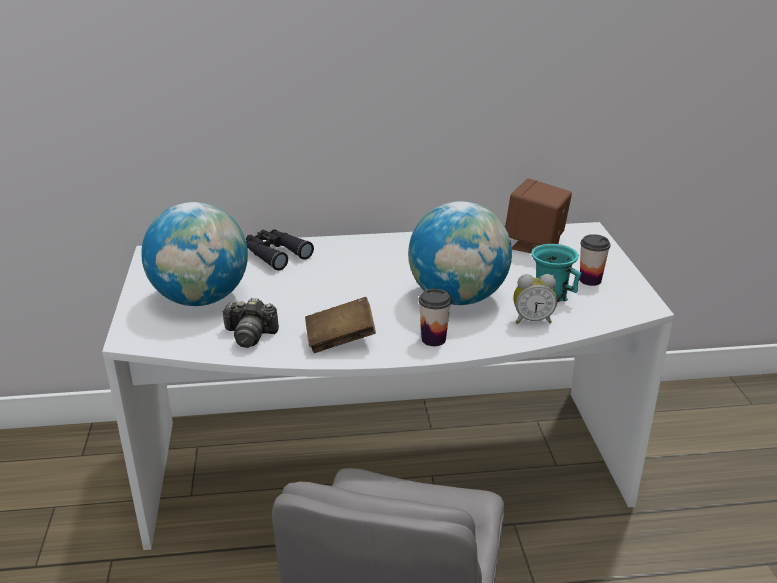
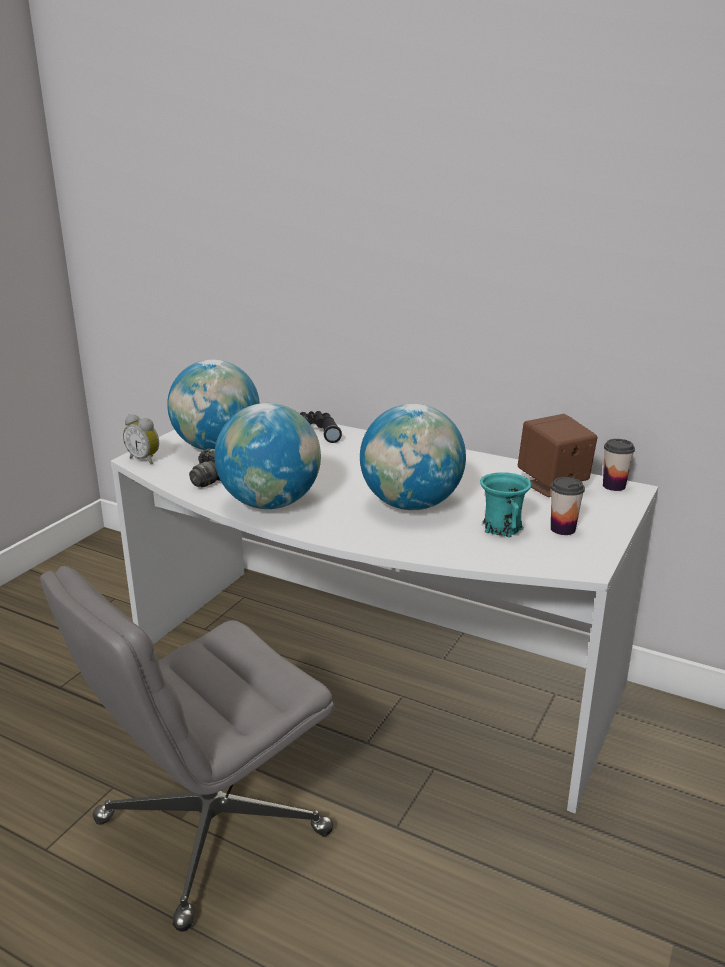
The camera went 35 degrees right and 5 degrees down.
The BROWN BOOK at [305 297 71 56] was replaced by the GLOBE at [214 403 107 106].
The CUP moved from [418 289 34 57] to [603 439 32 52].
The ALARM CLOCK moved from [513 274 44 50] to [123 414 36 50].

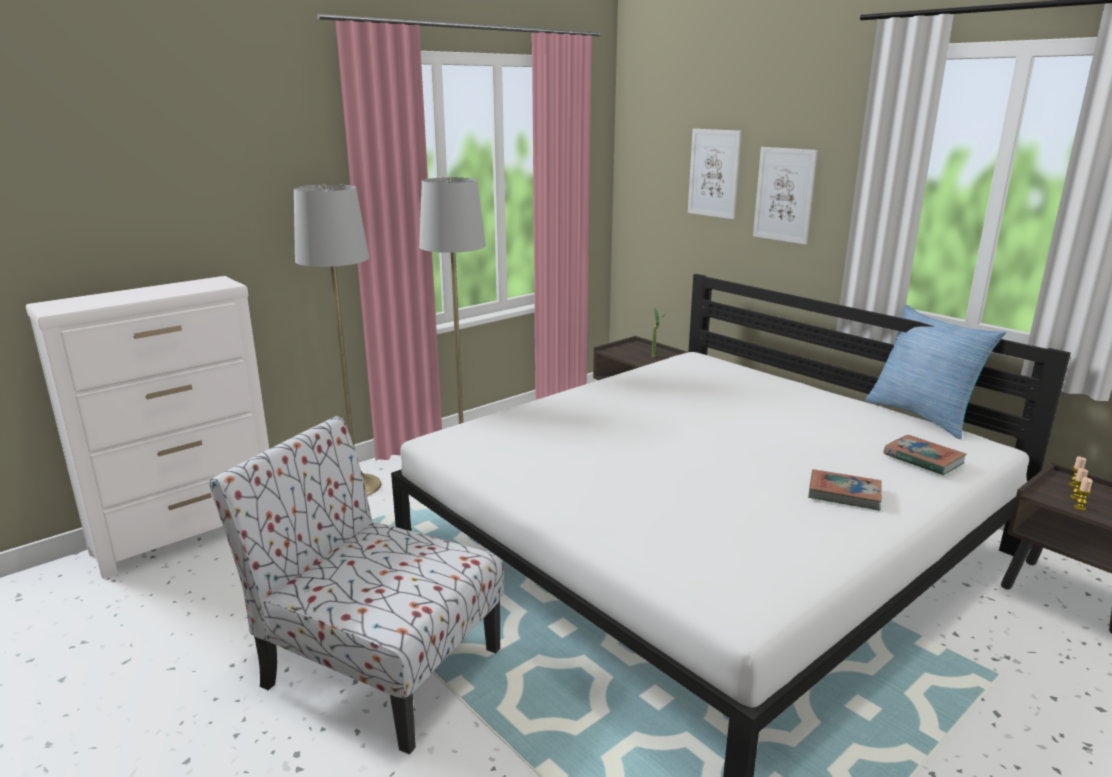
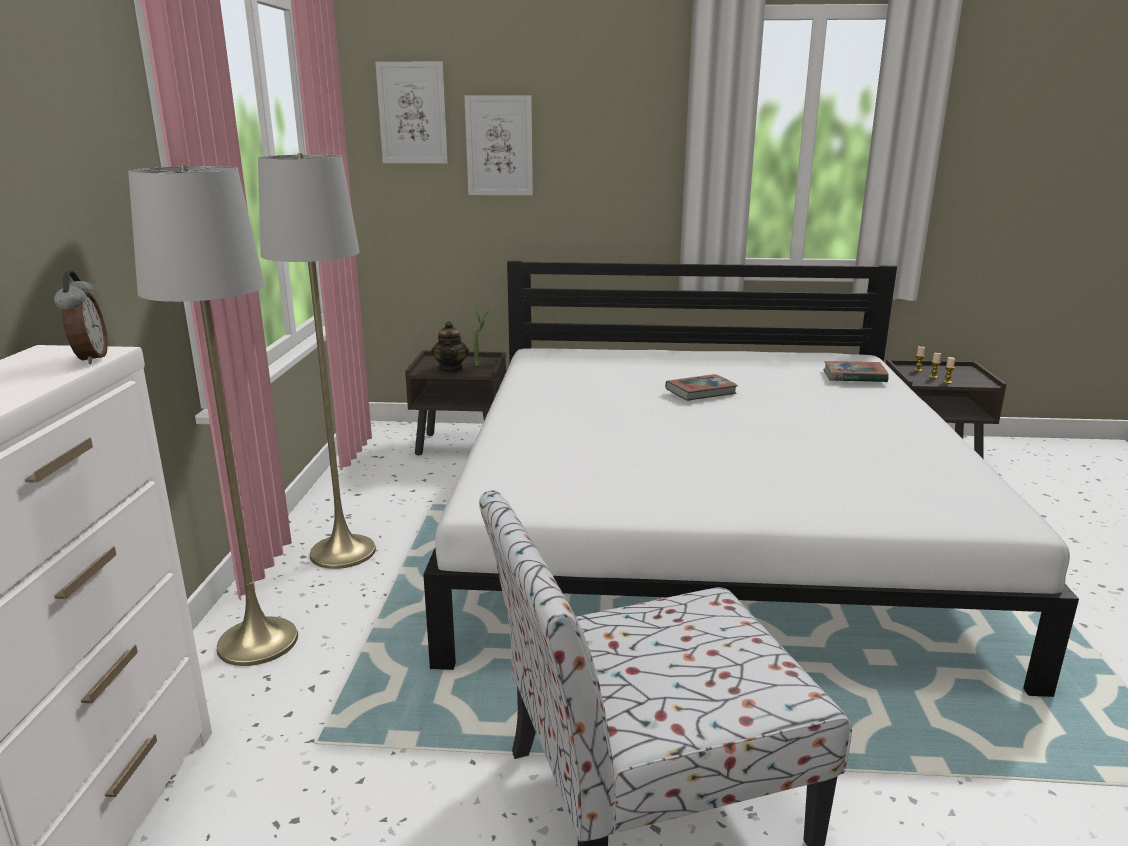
The camera went 45 degrees left and 0 degrees up.
The PICTURE moved from [753 147 65 98] to [375 62 72 102].
The BOOK moved from [808 469 74 41] to [665 374 73 27].
The PILLOW at [865 304 141 135] disappeared.
The ALARM CLOCK at [54 271 54 93] appeared.
The TEAPOT at [431 321 38 51] appeared.

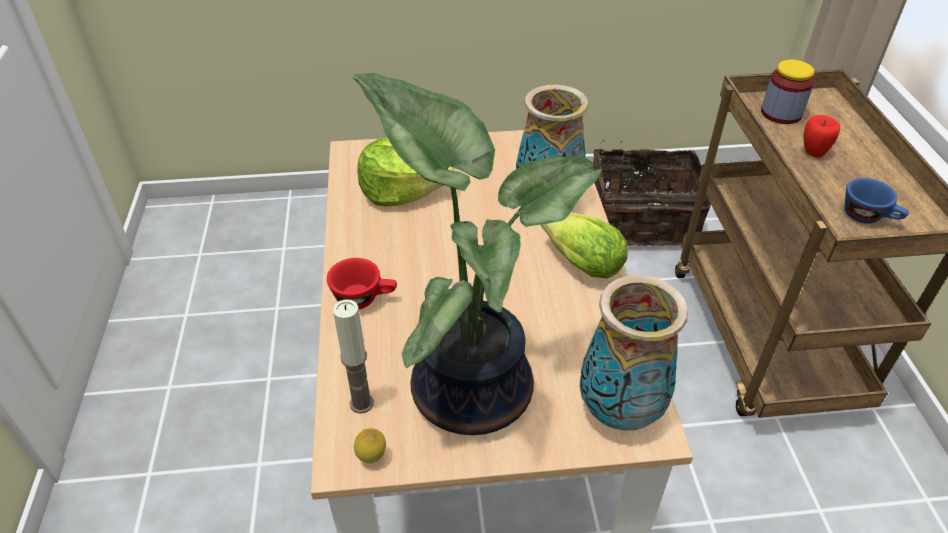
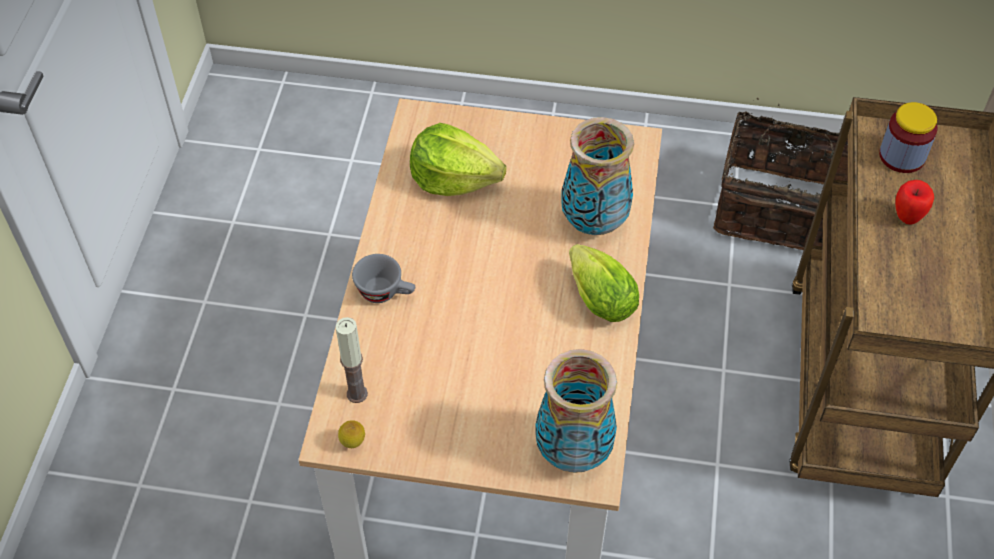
The camera went 15 degrees right and 10 degrees up.
The RED CUP at [327 258 70 51] became the GREY CUP at [352 254 63 49].
The POTTED PLANT at [352 73 251 362] disappeared.
The BLUE CUP at [845 178 64 46] disappeared.

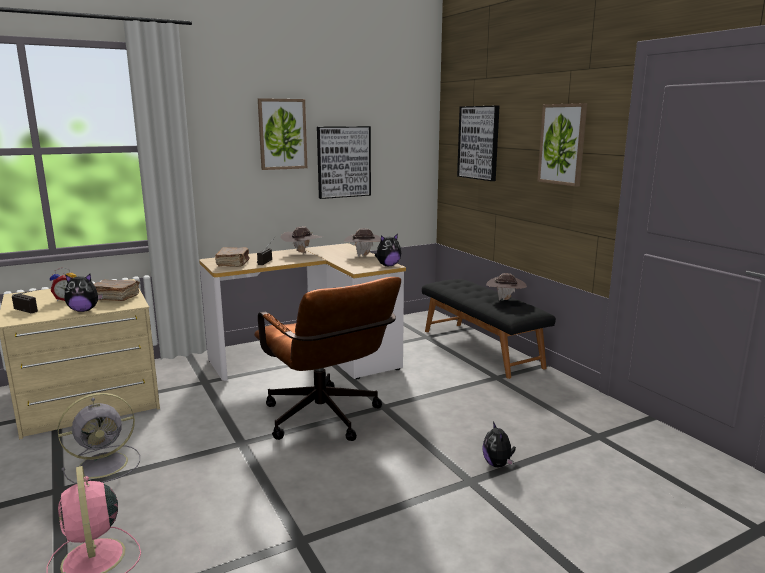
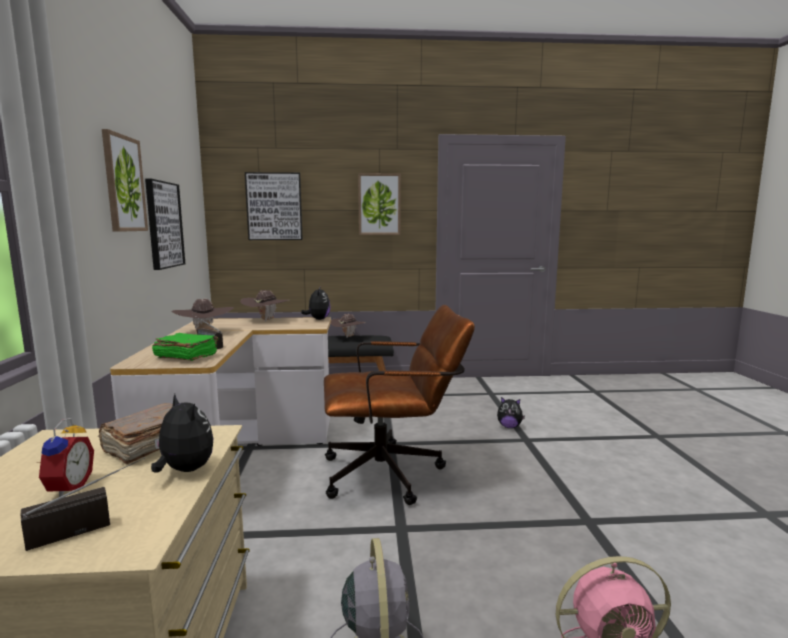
The camera went 65 degrees left and 5 degrees down.
The PLUSH TOY at [65 274 38 38] turned 60 degrees counterclockwise.
The BROWN BOOK at [215 247 35 20] became the GREEN BOOK at [152 333 66 28].

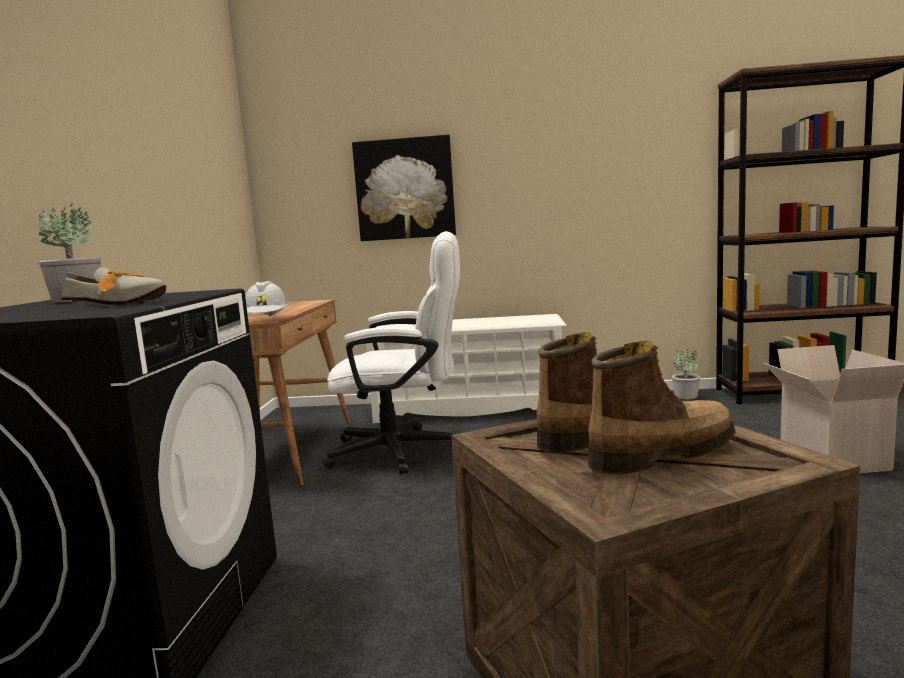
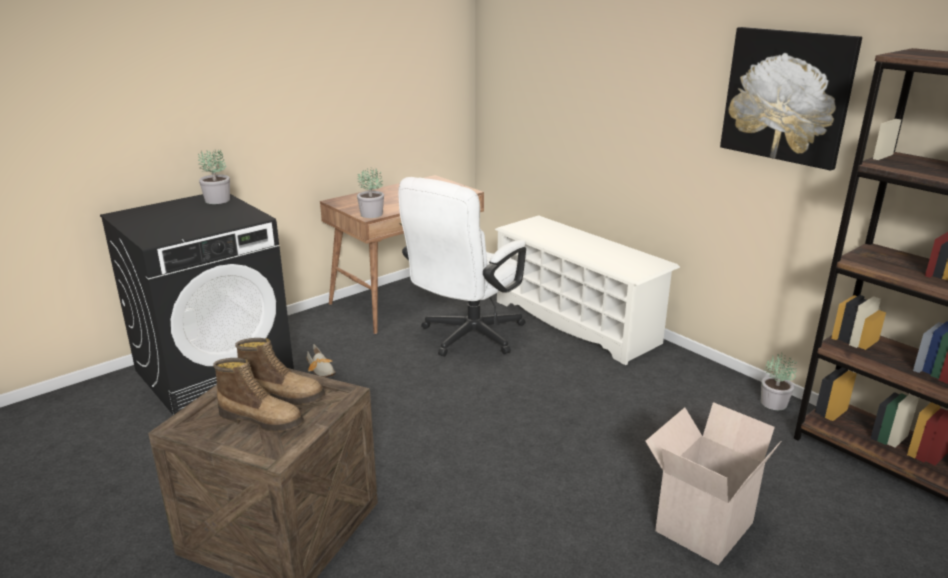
The camera went 45 degrees right and 15 degrees up.
The SHOE moved from [61 267 105 38] to [307 344 29 34].
The WHITE HARD HAT at [245 281 44 36] was replaced by the POTTED PLANT at [357 167 27 51].
The WHITE OFFICE CHAIR at [323 231 137 243] turned 75 degrees clockwise.
The PICTURE moved from [352 135 104 106] to [720 27 142 143].

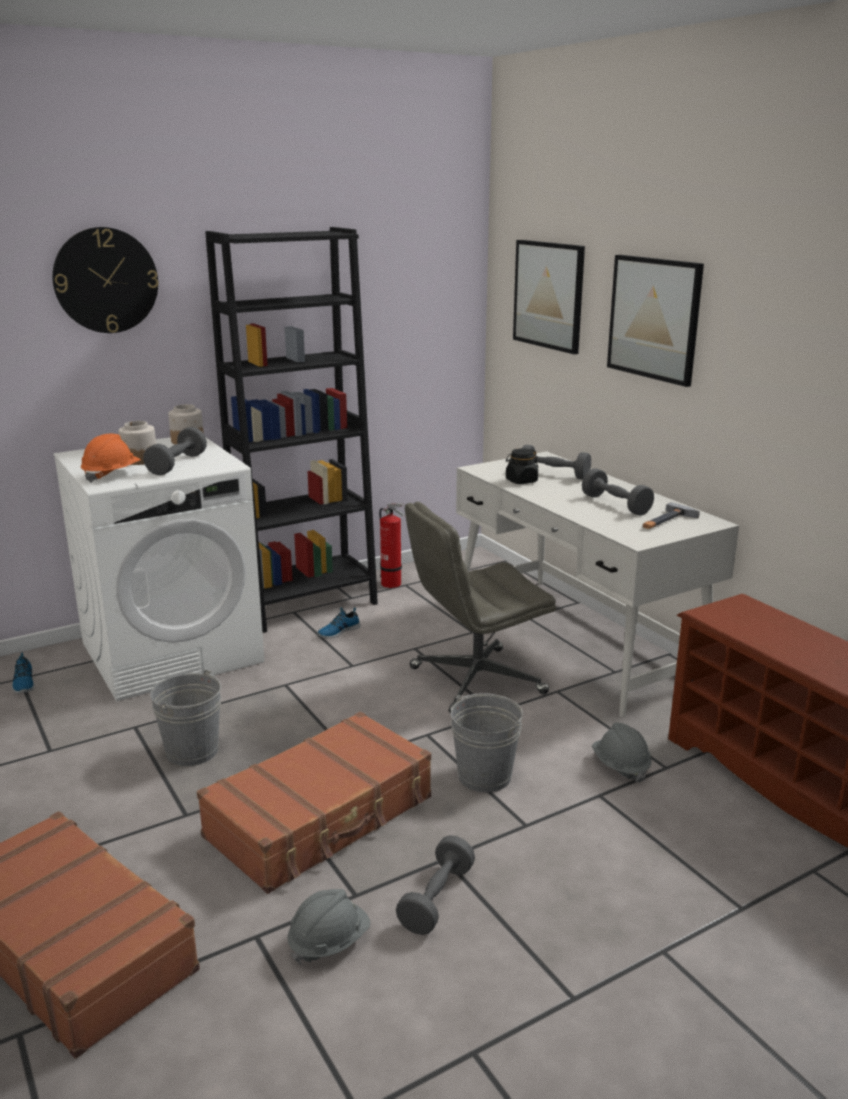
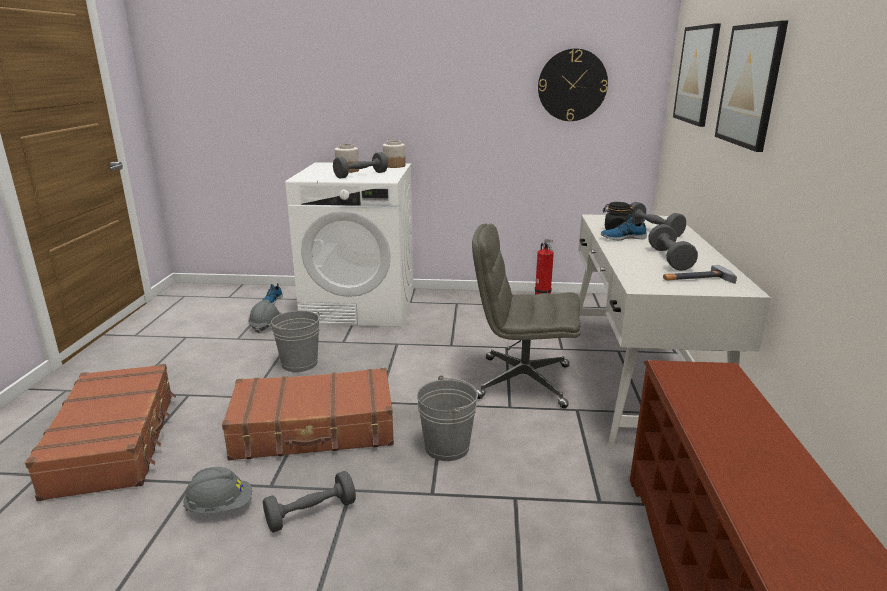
The camera went 35 degrees right and 0 degrees up.
The WALL CLOCK moved from [52 227 106 106] to [538 49 70 72].
The ORANGE HARD HAT at [81 434 60 49] disappeared.
The BLACK BOOKCASE at [205 227 173 406] disappeared.
The SHOE moved from [317 607 43 31] to [601 214 46 26].
The GREY HARD HAT moved from [592 723 60 60] to [248 300 34 33].

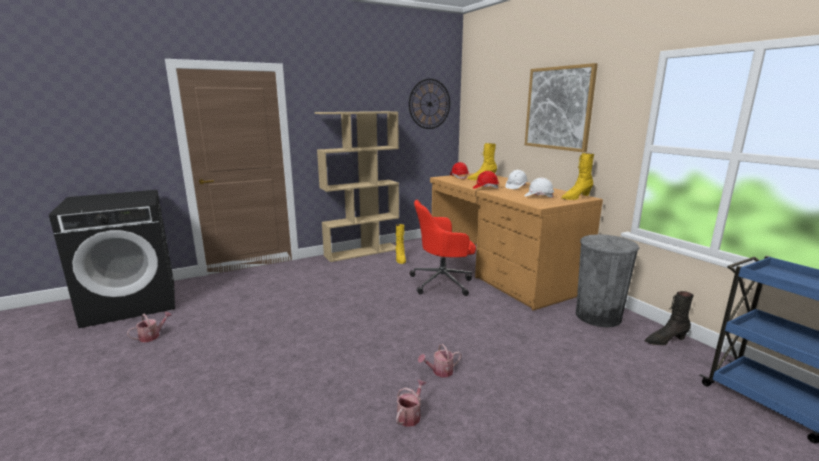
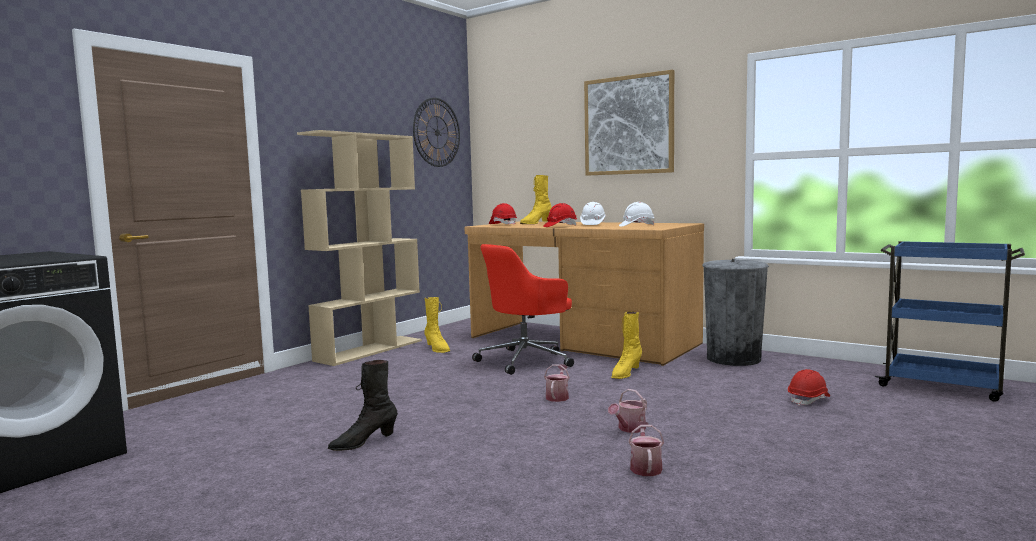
The camera went 25 degrees left and 10 degrees down.
The WATERING CAN moved from [127 312 45 30] to [544 364 26 38].
The YELLOW BOOT moved from [561 153 33 47] to [611 312 31 67].
The BLACK BOOT moved from [645 291 49 54] to [328 360 70 91].
The RED HARD HAT at [788 369 42 37] appeared.

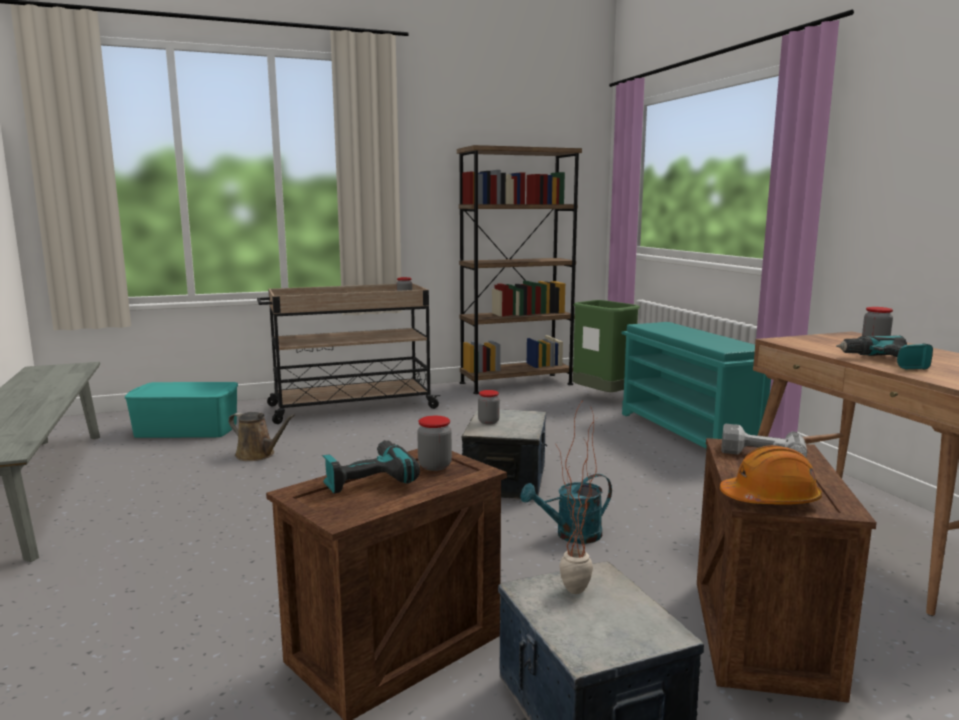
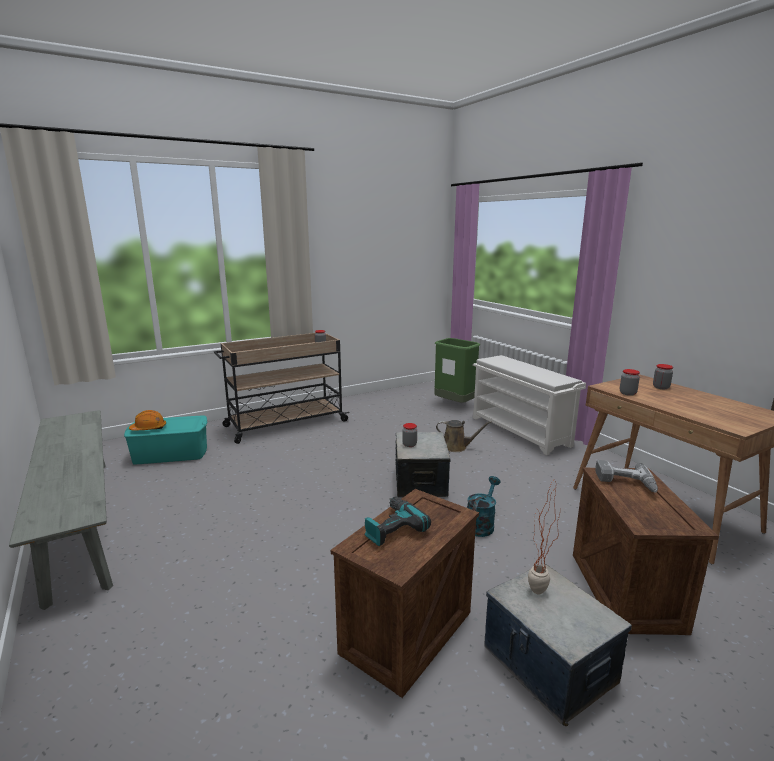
The camera went 10 degrees left and 5 degrees up.
The BROWN WATERING CAN moved from [229 412 66 49] to [436 420 56 32].
The JAR moved from [417 416 35 55] to [620 369 20 27].
The BROWN BOOKCASE at [457 145 125 249] disappeared.
The TURQUOISE WATERING CAN at [520 474 92 70] turned 150 degrees clockwise.
The TURQUOISE SHOE RACK at [622 322 149 127] became the WHITE SHOE RACK at [473 355 113 100].
The ORANGE HARD HAT moved from [720 445 102 60] to [129 410 37 20].
The POWER DRILL at [836 335 97 35] disappeared.

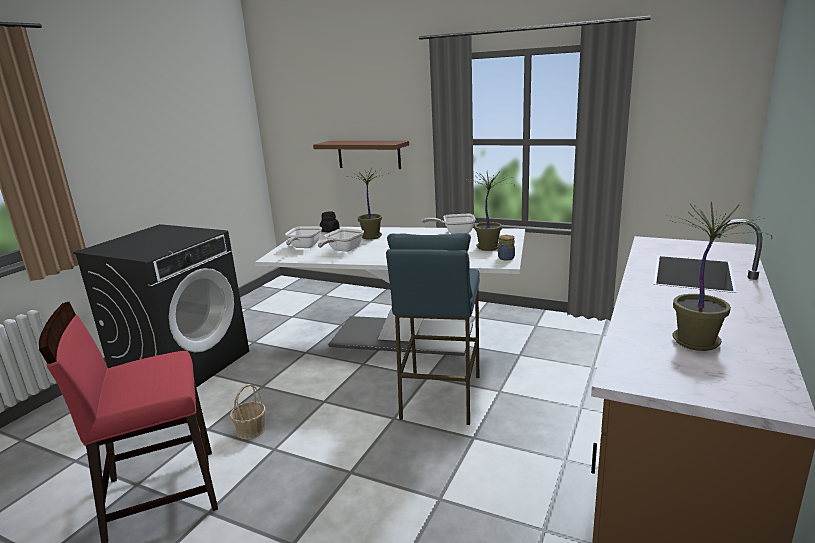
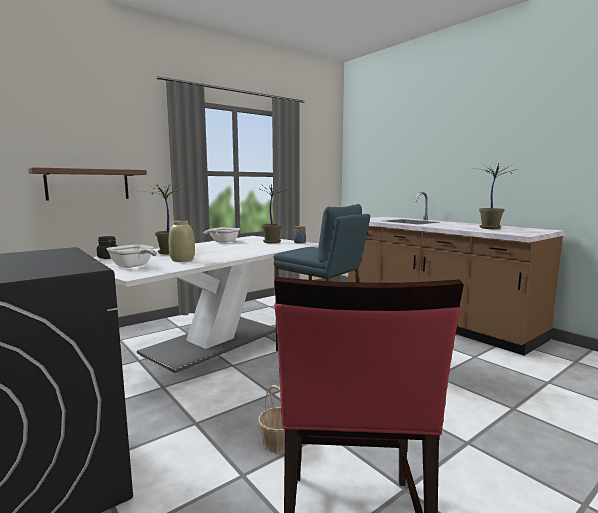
The camera went 65 degrees left and 10 degrees down.
The FRYING PAN at [318 228 46 24] was replaced by the BEIGE VASE at [169 220 26 42].

